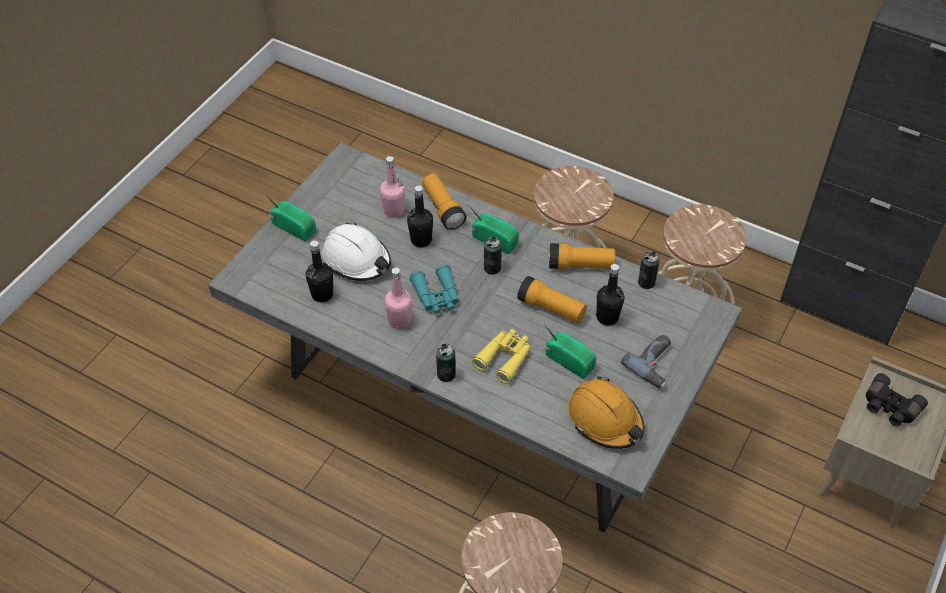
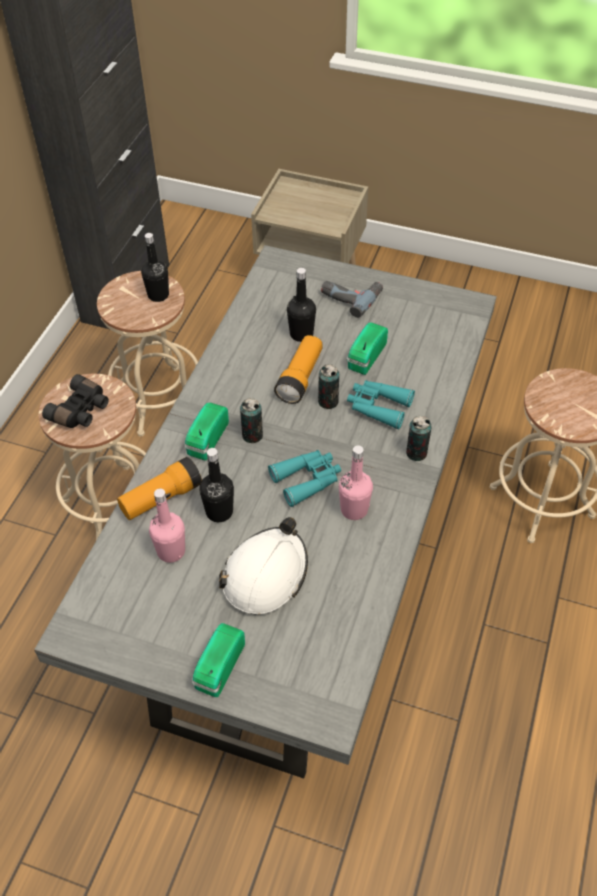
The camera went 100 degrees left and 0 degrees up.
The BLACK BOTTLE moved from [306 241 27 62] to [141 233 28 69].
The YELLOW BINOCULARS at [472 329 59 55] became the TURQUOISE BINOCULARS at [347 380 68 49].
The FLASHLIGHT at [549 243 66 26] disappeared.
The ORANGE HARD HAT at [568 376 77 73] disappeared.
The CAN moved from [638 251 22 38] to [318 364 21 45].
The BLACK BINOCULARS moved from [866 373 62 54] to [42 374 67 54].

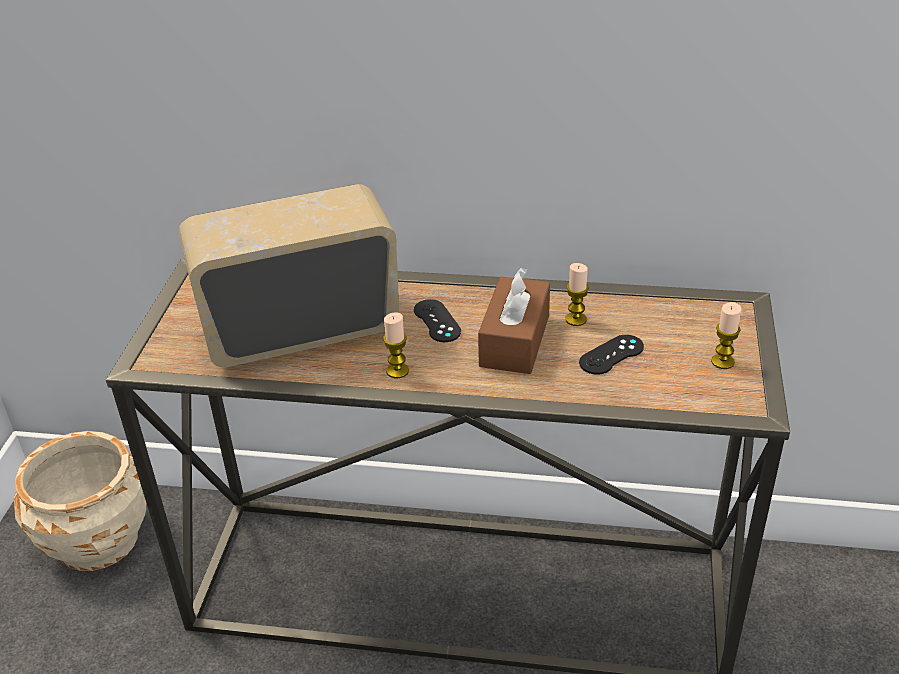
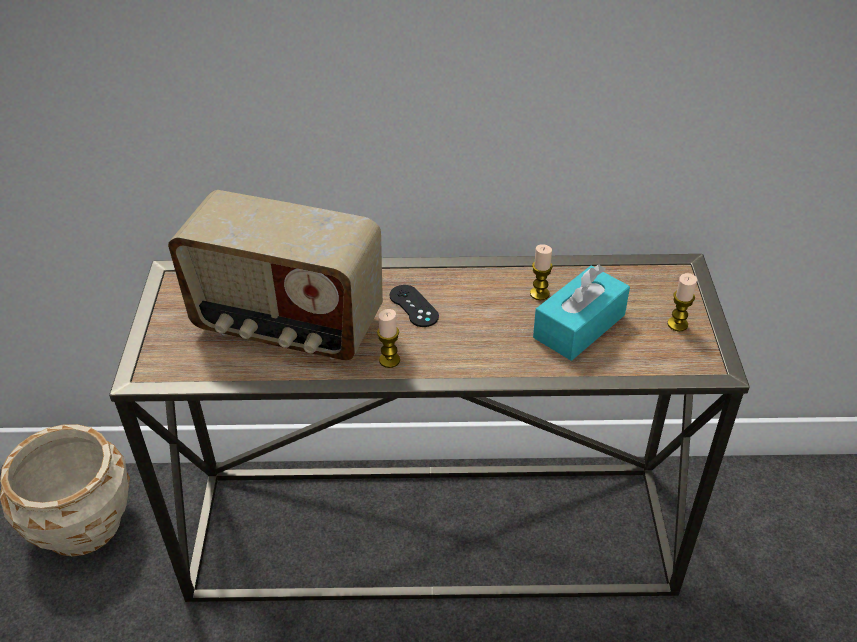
The camera went 10 degrees left and 5 degrees up.
The RADIO at [178 184 221 183] turned 135 degrees counterclockwise.
The BROWN TISSUE BOX at [478 268 72 106] disappeared.
The BLACK GAME CONTROLLER at [579 335 65 40] was replaced by the TURQUOISE TISSUE BOX at [533 265 97 96].

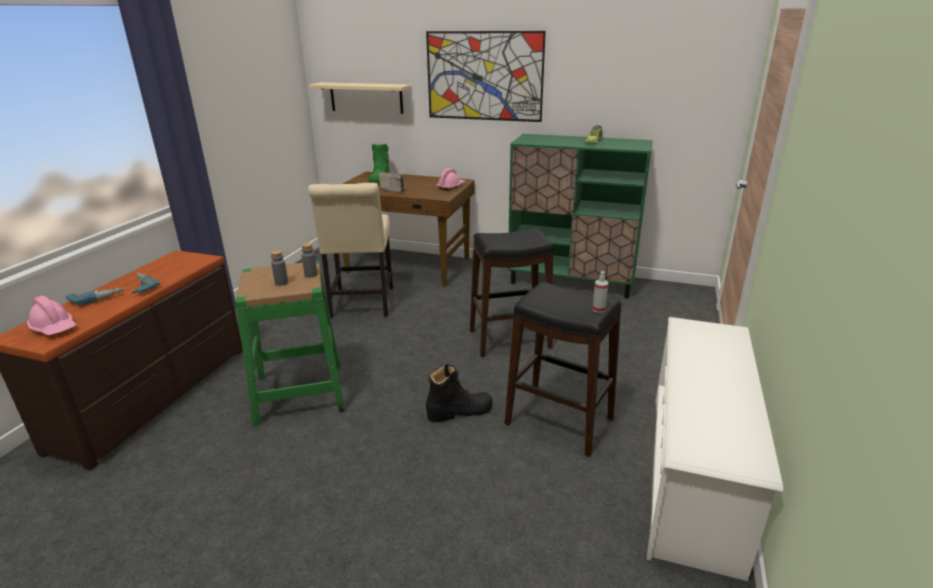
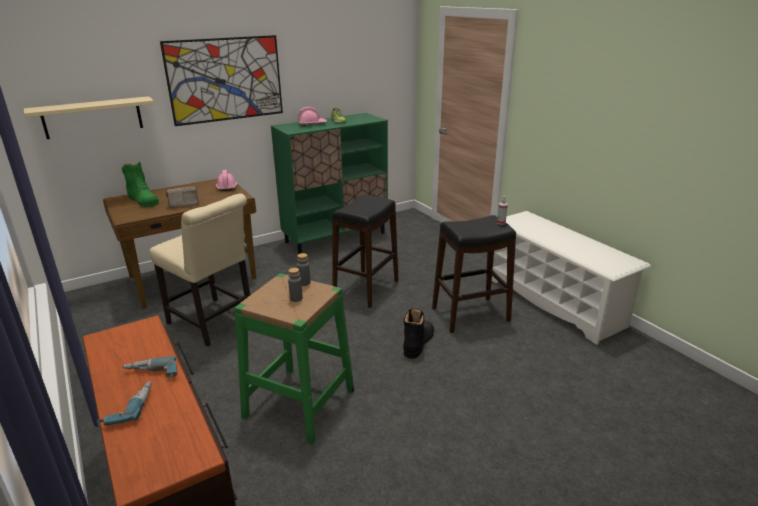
The camera went 50 degrees left and 0 degrees up.
The PINK HARD HAT moved from [27 296 49 39] to [298 107 29 19].

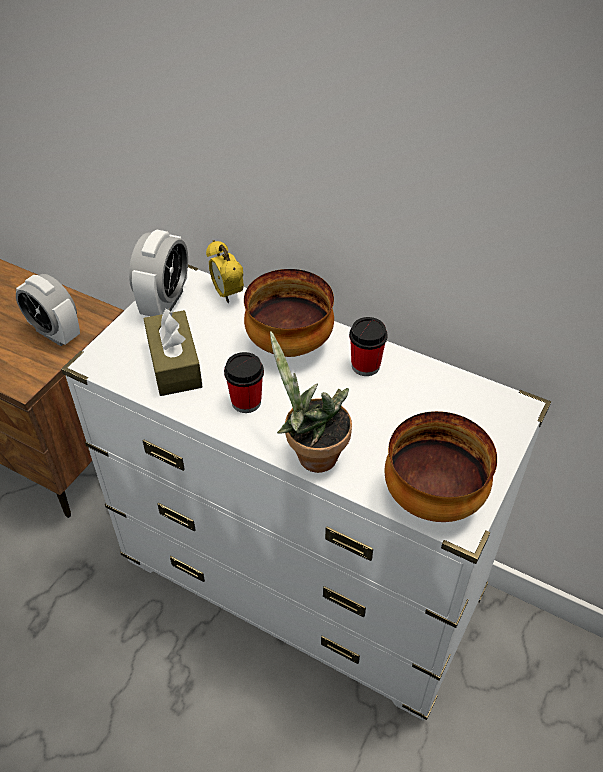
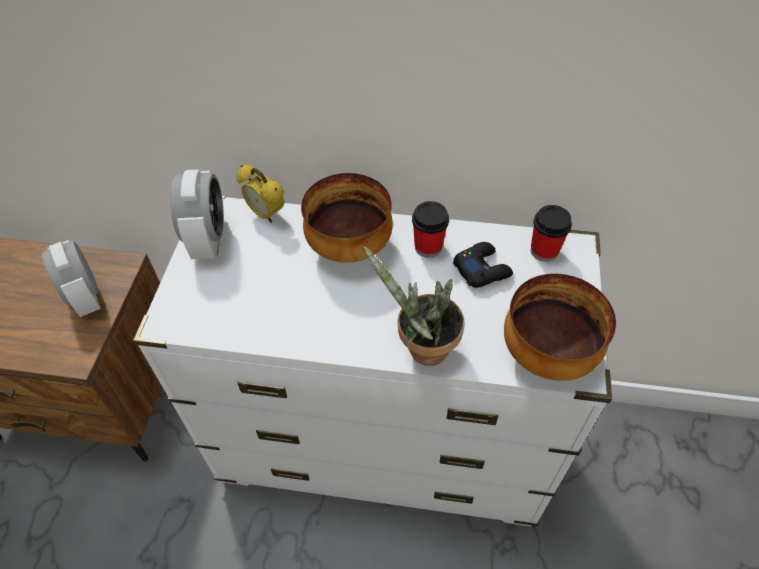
The camera went 20 degrees left and 5 degrees up.
The ALARM CLOCK at [16 274 64 72] turned 45 degrees clockwise.
The BROWN TISSUE BOX at [143 308 60 88] disappeared.
The CUP moved from [224 352 40 61] to [531 205 41 57].
The BLACK GAME CONTROLLER at [453 242 60 46] appeared.

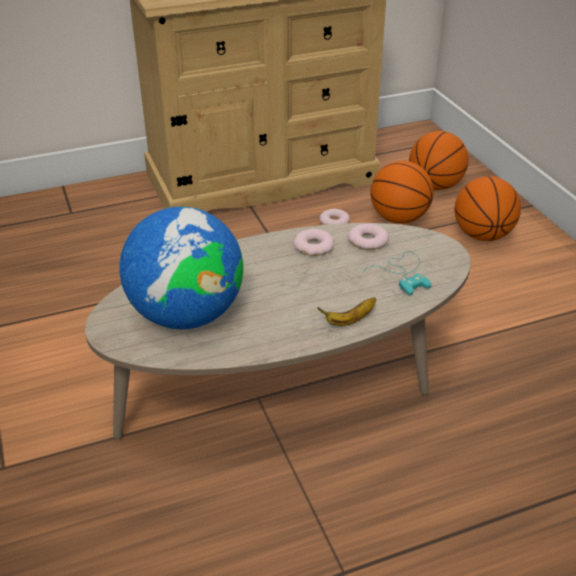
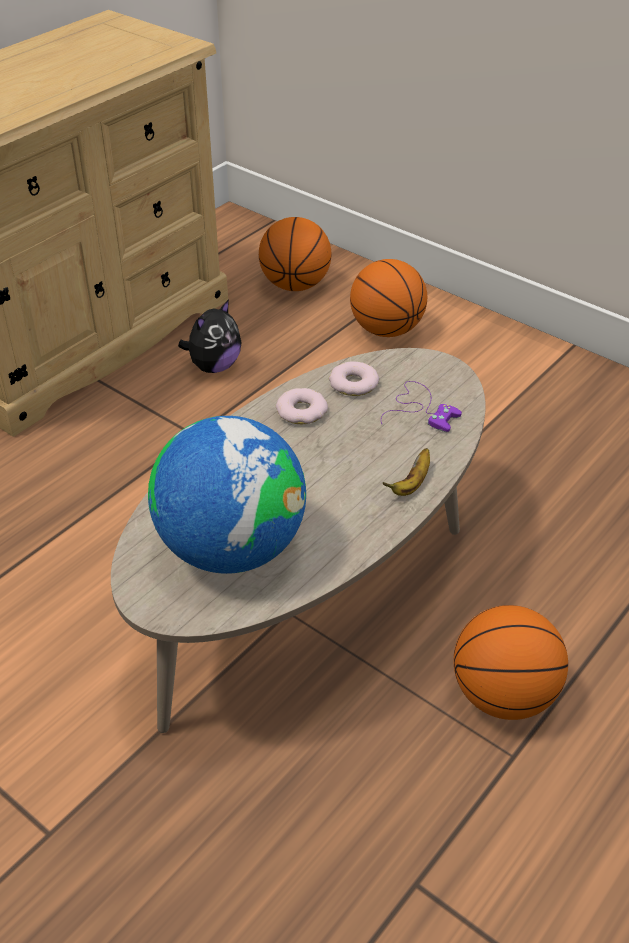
The camera went 30 degrees left and 5 degrees up.
The DONUT at [320 209 30 16] was replaced by the PLUSH TOY at [178 299 64 74].
The TURQUOISE GAME CONTROLLER at [362 251 69 44] became the PURPLE GAME CONTROLLER at [381 381 81 51].
The BASKETBALL moved from [371 161 63 63] to [453 605 115 115].

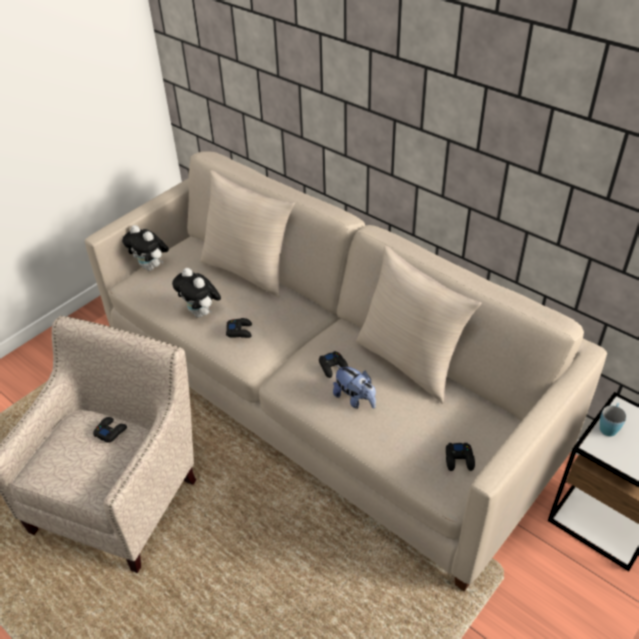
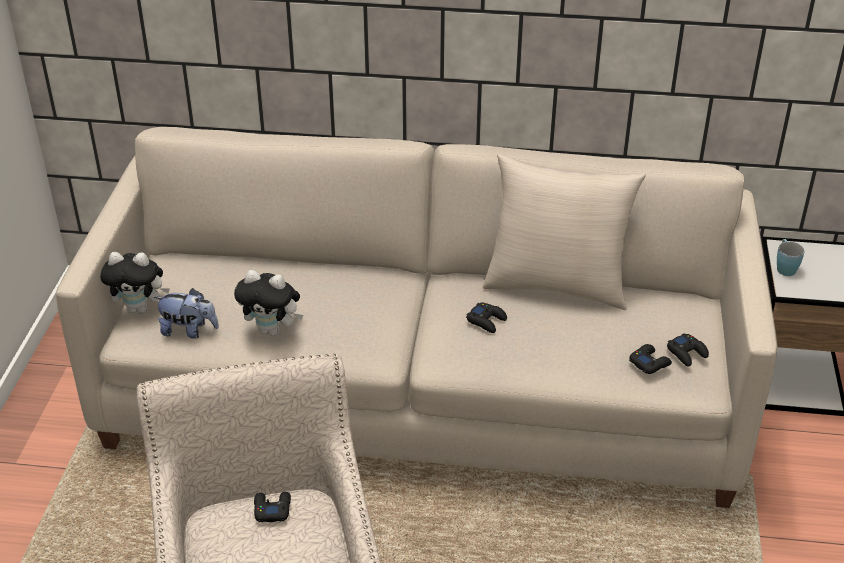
The camera went 35 degrees left and 5 degrees down.
The BEIGE PILLOW at [200 170 95 128] disappeared.
The BLACK GAME CONTROLLER moved from [226 318 26 20] to [629 344 43 30].
The PLUSH TOY moved from [333 365 43 44] to [154 288 65 51].

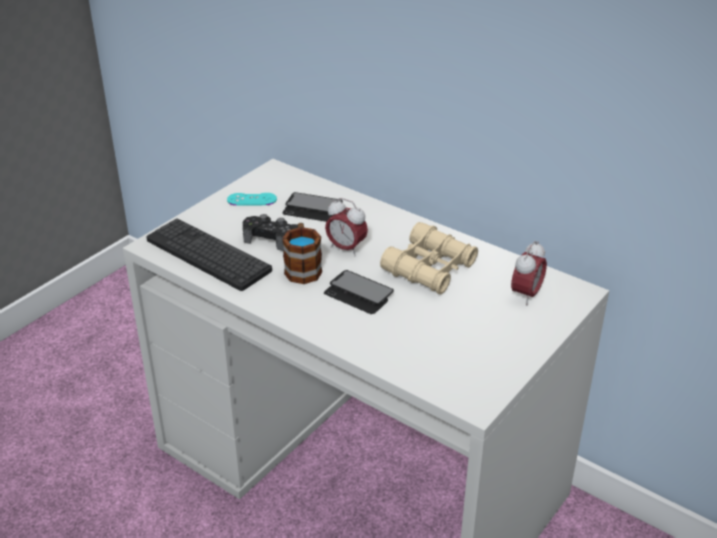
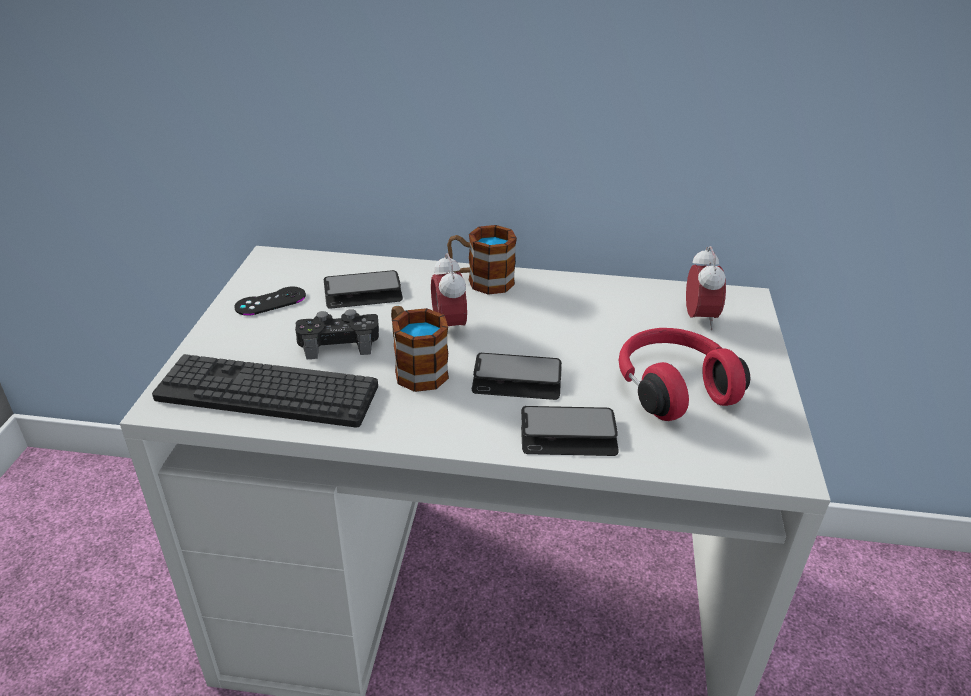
The camera went 30 degrees left and 0 degrees up.
The TURQUOISE GAME CONTROLLER at [227 193 50 13] became the BLACK GAME CONTROLLER at [234 287 72 29].
The ALARM CLOCK at [325 198 43 58] turned 75 degrees clockwise.
The BEIGE BINOCULARS at [380 222 98 73] disappeared.
The MUG at [447 225 70 70] appeared.
The PHONE at [521 406 97 50] appeared.
The RED HEADPHONES at [619 328 131 93] appeared.

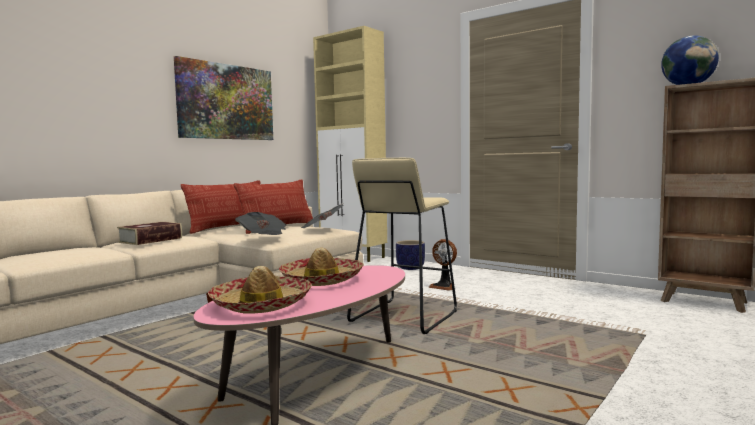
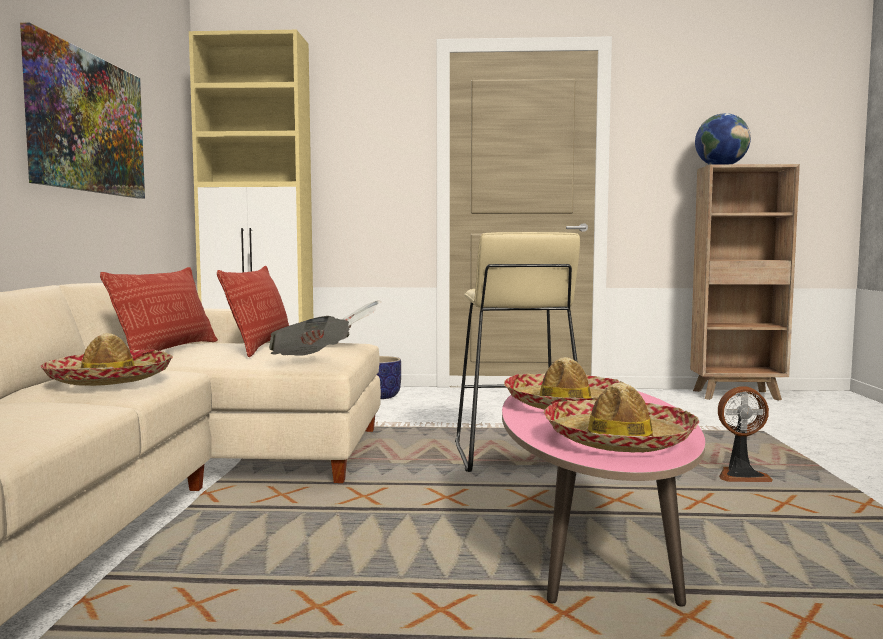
The camera went 35 degrees left and 0 degrees up.
The BOOK at [117 222 65 23] was replaced by the HAT at [40 333 133 53].
The FAN moved from [429 239 28 51] to [718 386 55 96].

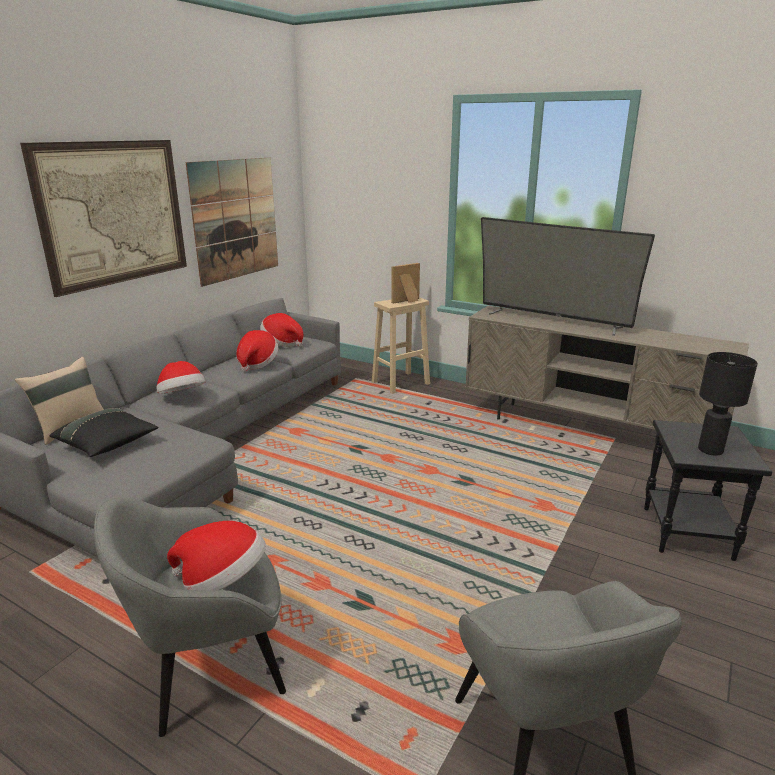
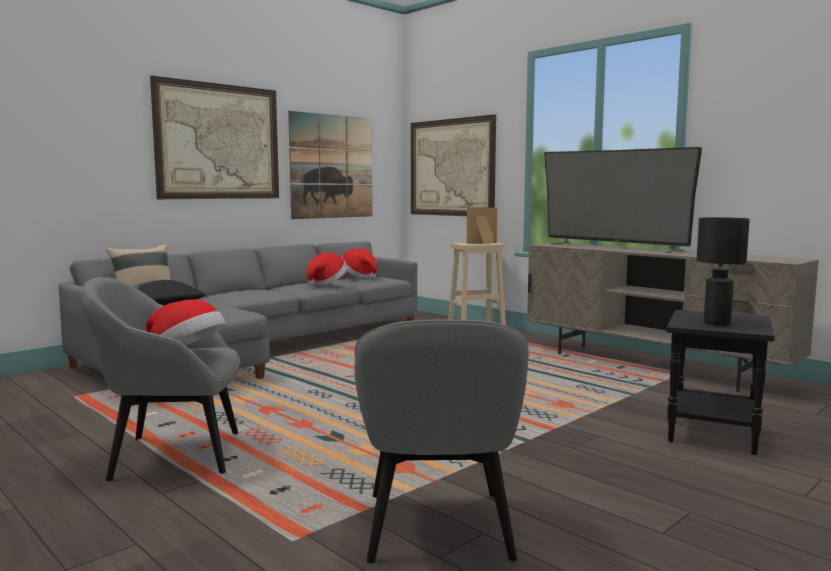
The camera went 15 degrees right and 15 degrees down.
The HAT at [156 361 49 33] disappeared.
The PICTURE at [411 114 85 102] appeared.

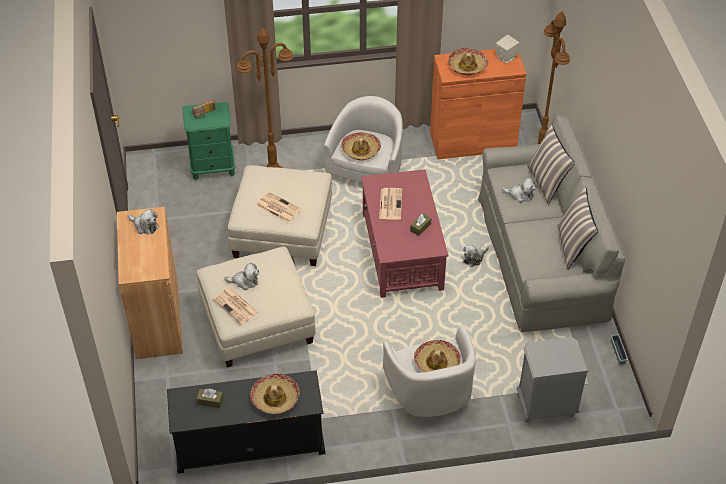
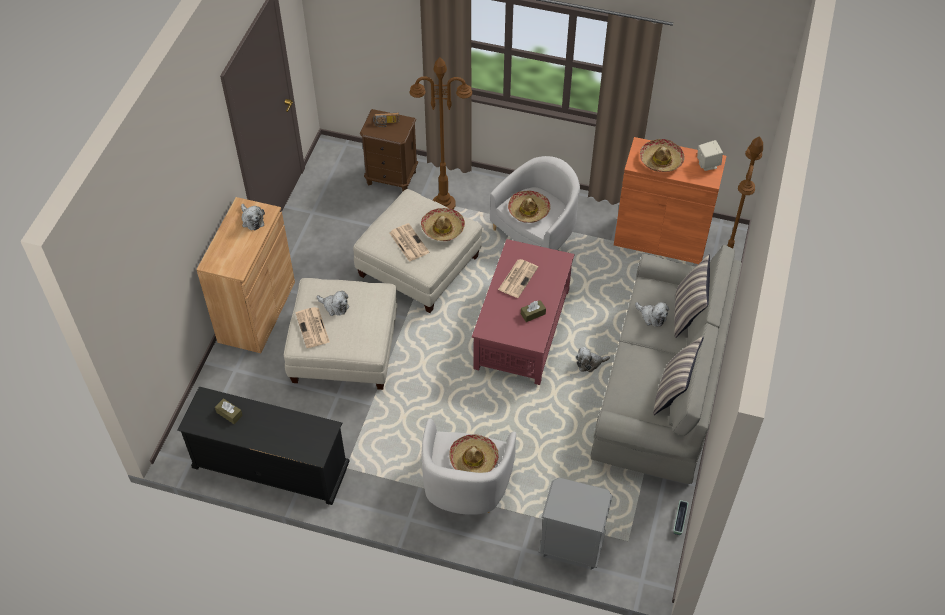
The camera went 25 degrees right and 5 degrees up.
The GREEN NIGHTSTAND at [182 102 54 78] became the BROWN NIGHTSTAND at [360 109 58 82].
The HAT moved from [250 374 50 40] to [421 208 44 33].

